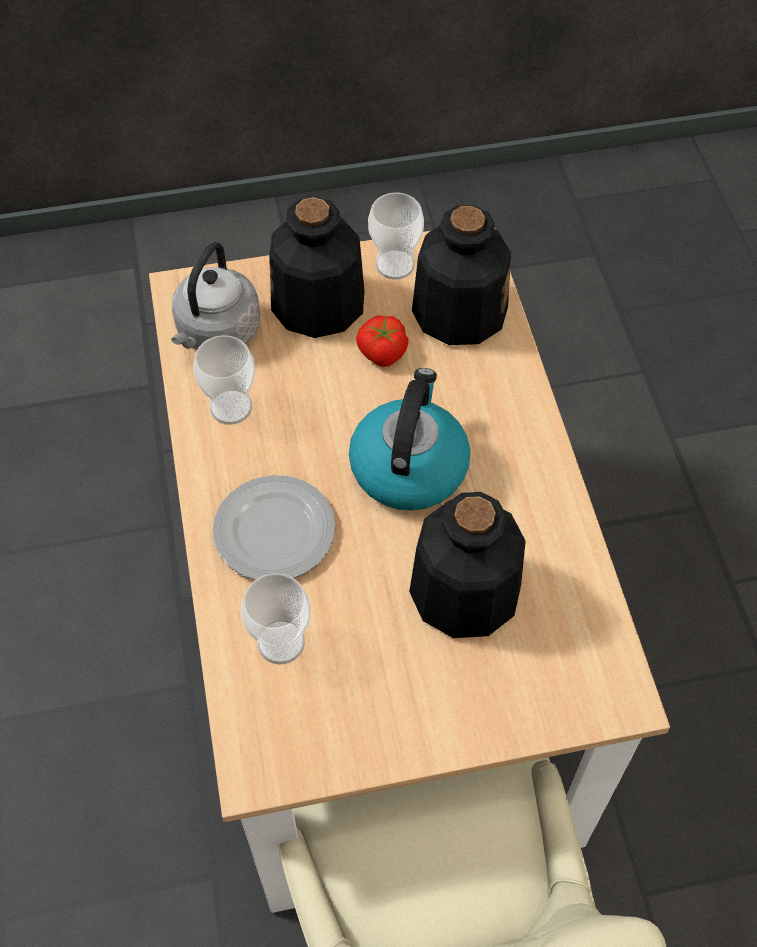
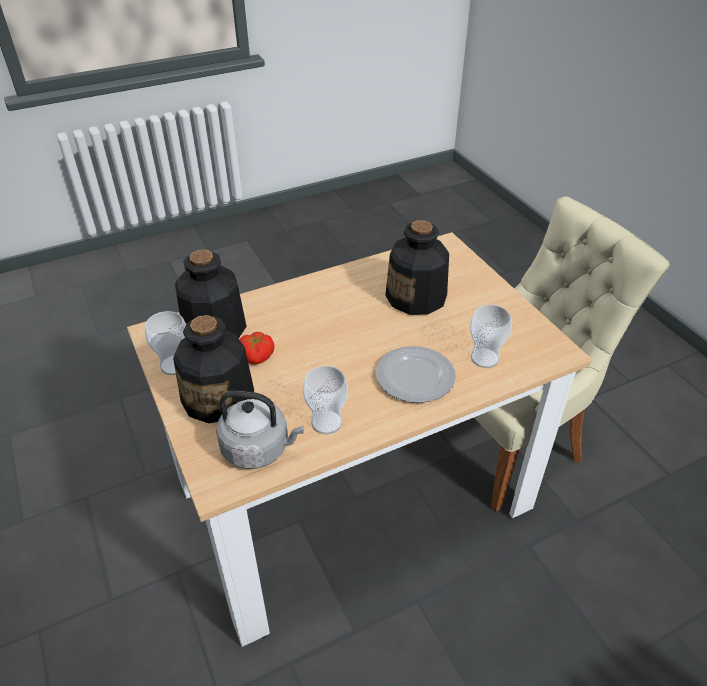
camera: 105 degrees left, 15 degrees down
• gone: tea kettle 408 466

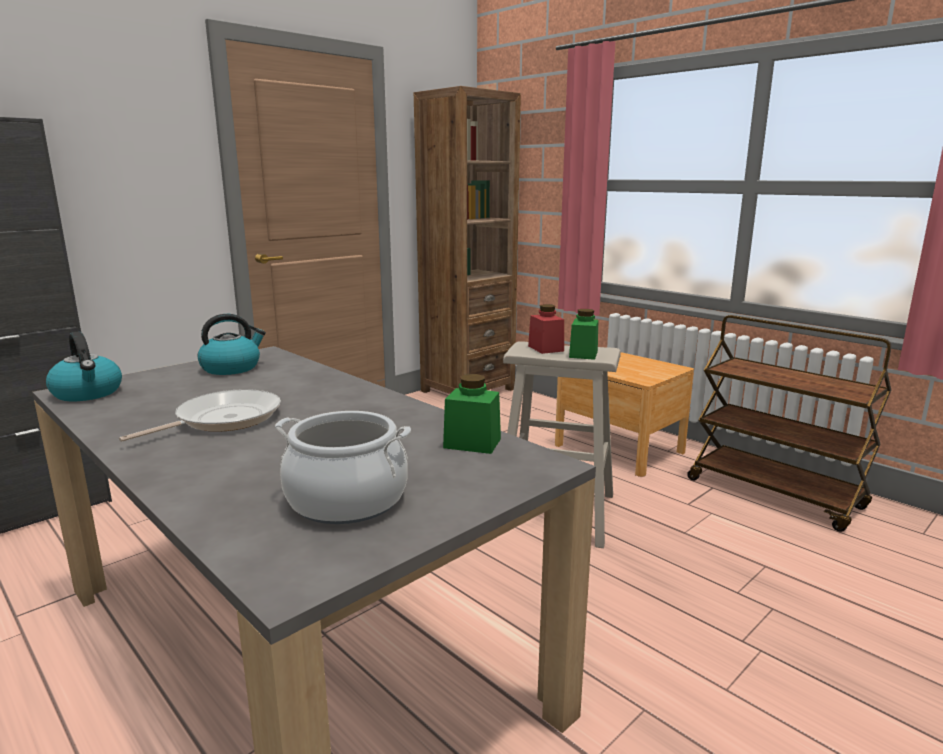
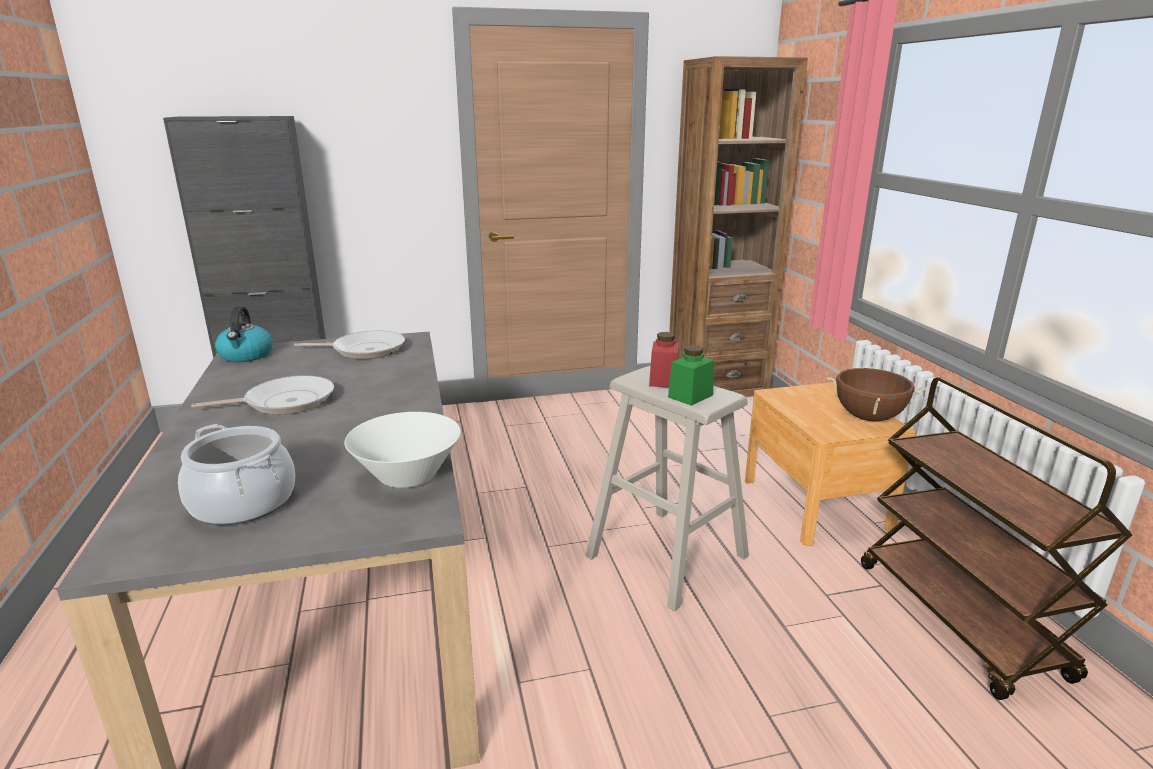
camera: 30 degrees right, 5 degrees up
• swapped: tea kettle 232 368 to skillet 364 350
• swapped: preserve jar (greenish) 472 443 to deep dish (whitish) 408 476
• new: saucepot (brownish) 868 418

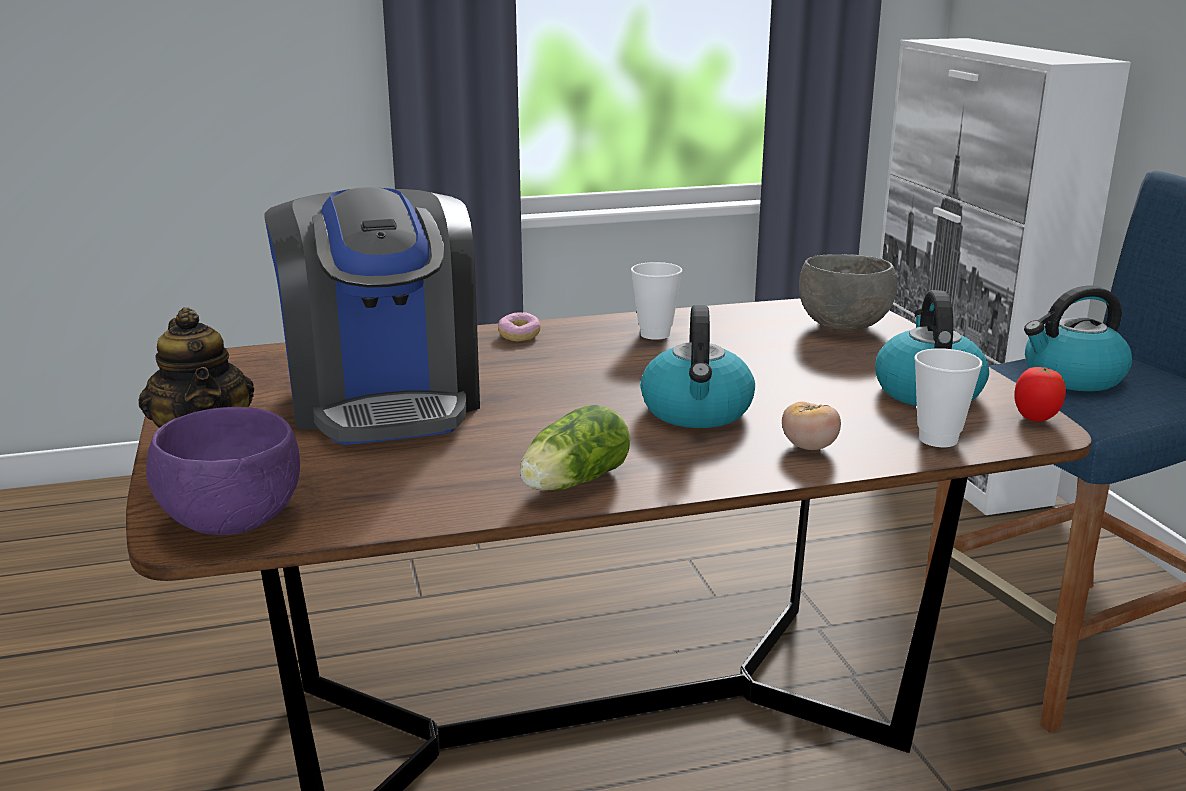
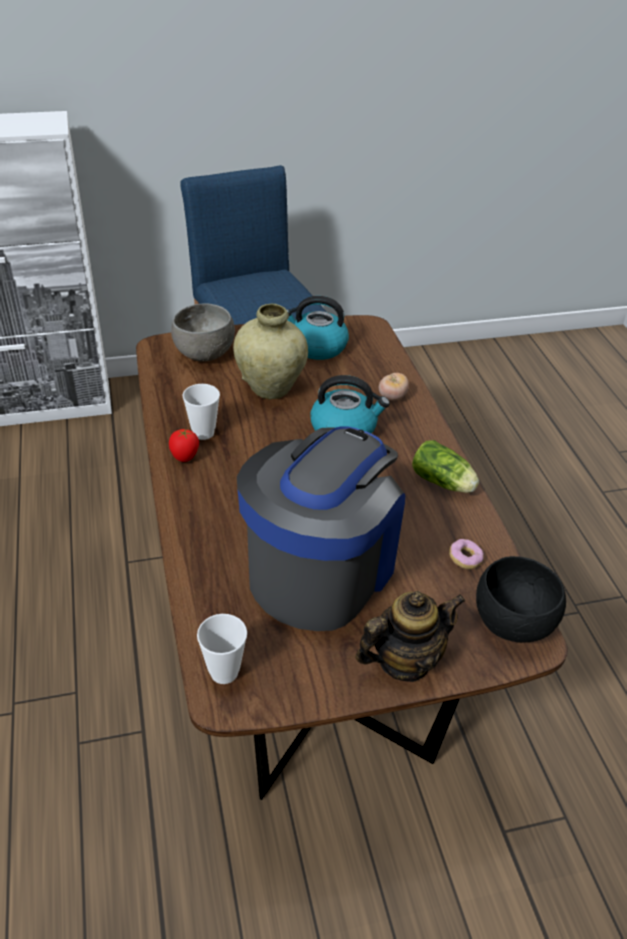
camera: 90 degrees left, 20 degrees up
• shifted: whole tomato 1035 419 to 184 458
• shifted: cup 938 439 to 224 672
• new: decorative vase (sand-coloured) 270 388
• rotated: coffee maker 384 400 = 321 569 45 degrees counterclockwise
• shifted: doughnut 519 336 to 465 559
• repainted: deep dish (purple) 231 523 to deep dish (black-coloured) 513 624
• gone: tea kettle 1072 377

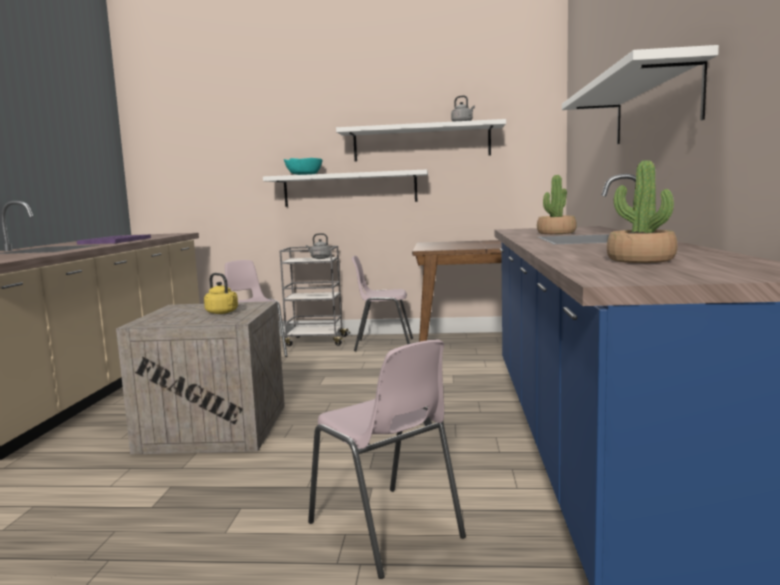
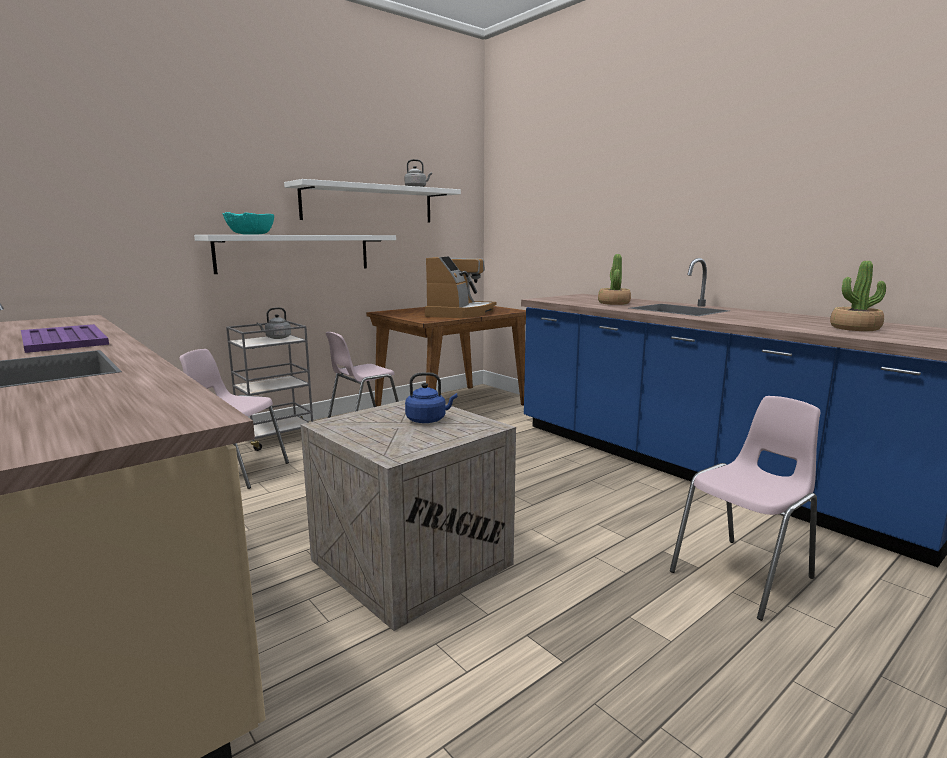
camera: 45 degrees left, 5 degrees up
• repainted: tea kettle (yellow) 223 312 to tea kettle (bluish) 428 420
• new: coffee maker 459 313
• rotated: upright chair (pinkish) 386 531 = 744 575 45 degrees counterclockwise
• gone: bracket shelf (whitish) 654 106

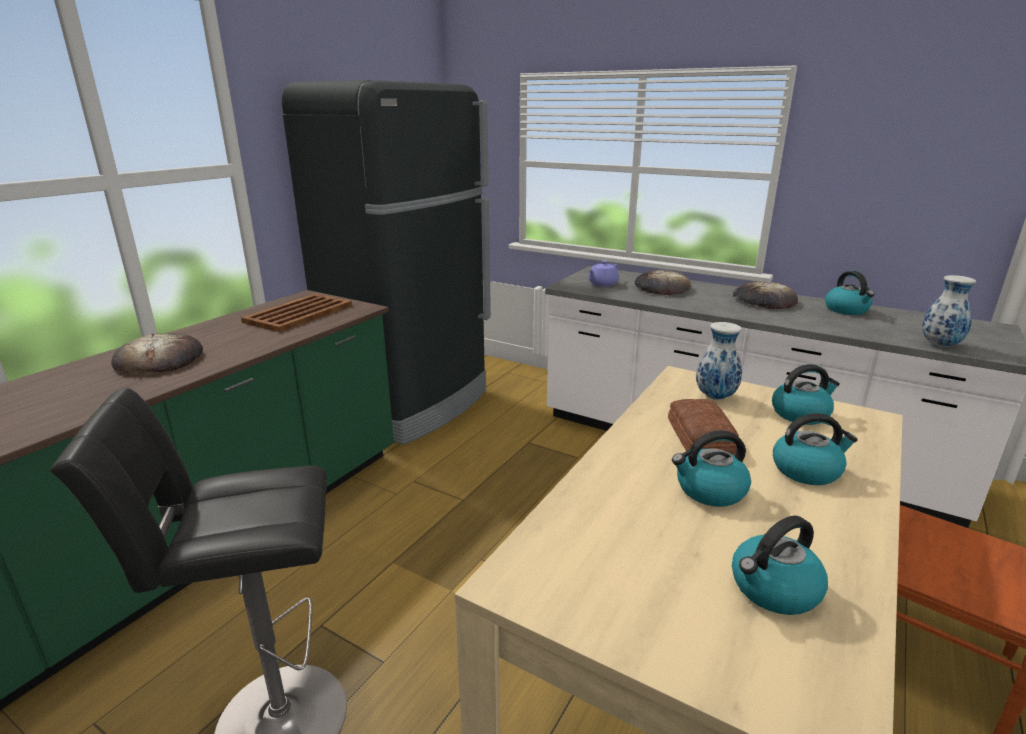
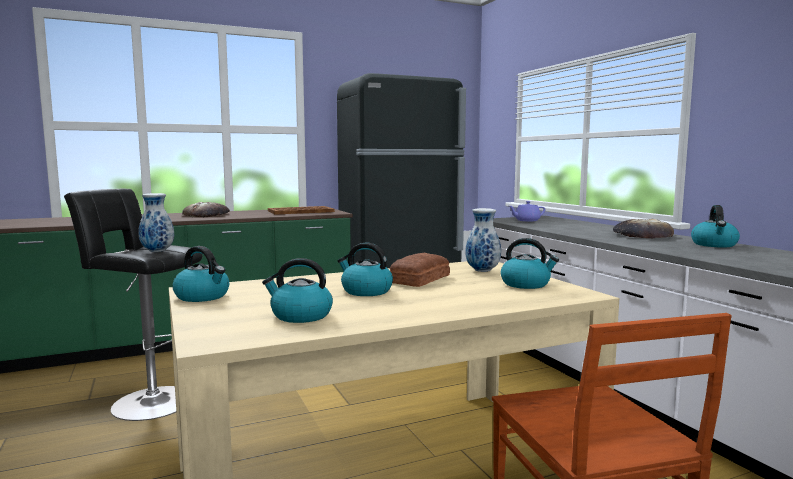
camera: 35 degrees right, 15 degrees down
• shifted: decorative vase 940 345 to 157 251
• shifted: tea kettle 807 470 to 203 296
• gone: baked bread 662 288

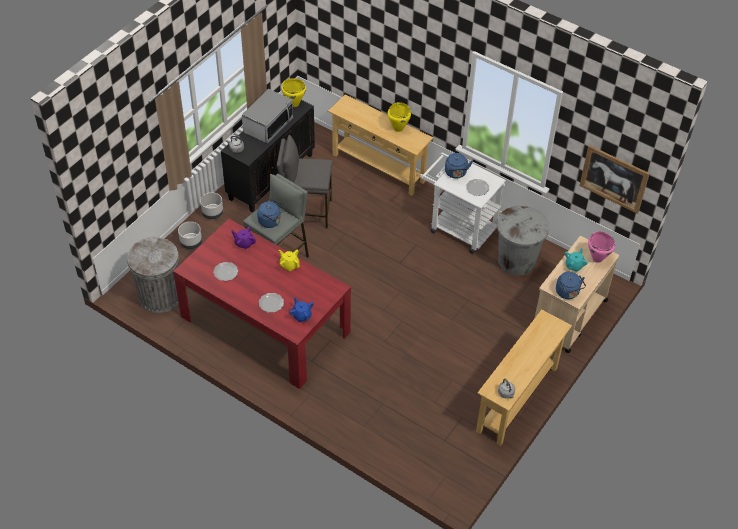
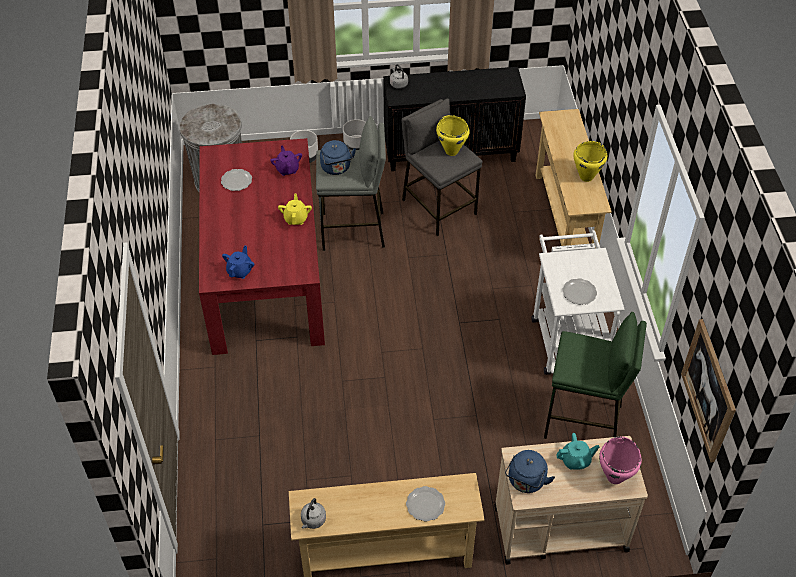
camera: 50 degrees right, 0 degrees up
• shifted: plate 271 303 to 425 504
• shifted: saucepot (yellow) 294 103 to 451 151
• swapped: waste bin (gray) 517 261 to stool (greenish) 583 421
• gone: microwave oven 268 126
• gone: tea kettle (bluish) 456 173

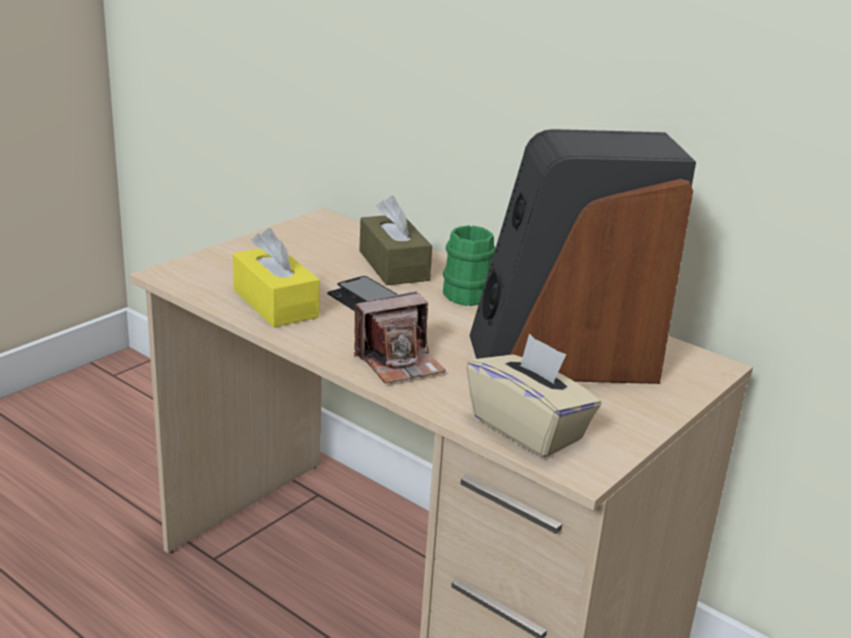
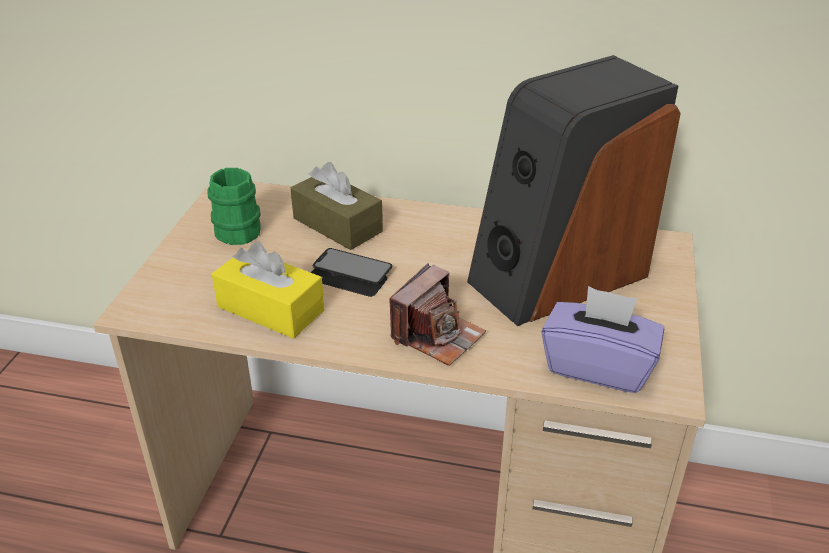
camera: 25 degrees left, 10 degrees up
• shifted: tea mug (greenish) 470 292 to 238 228
• repainted: box of tissues (sand-coloured) 528 429 to box of tissues (purple) 598 366

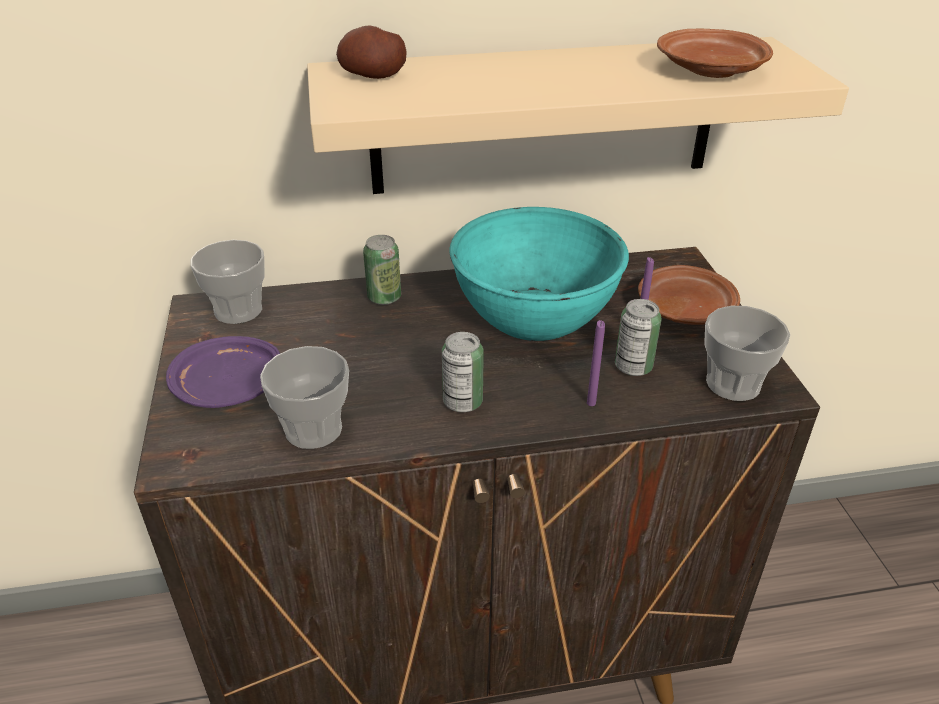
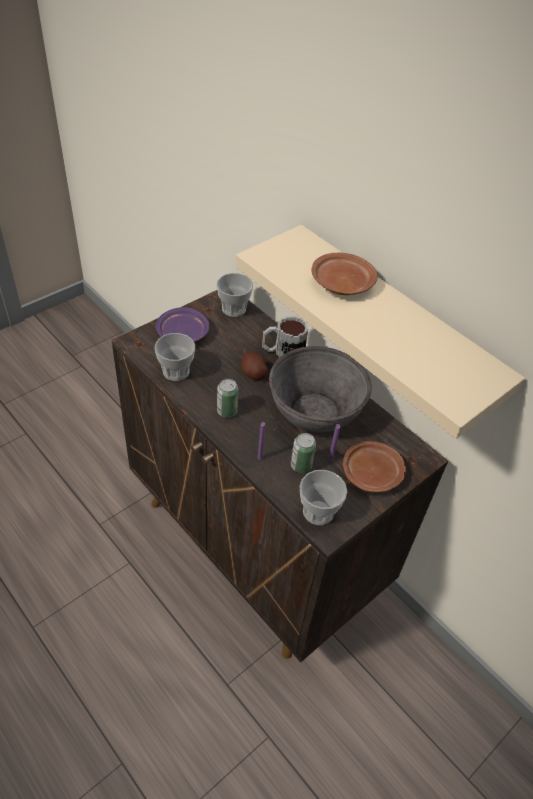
camera: 55 degrees right, 10 degrees up
• shifted: potato 373 76 to 253 373
• swapped: metal can 384 297 to tea mug 282 351
• repainted: deep dish (turquoise) 534 315 to deep dish (gray) 314 412
• shifted: plate (brownish) 709 70 to 341 283

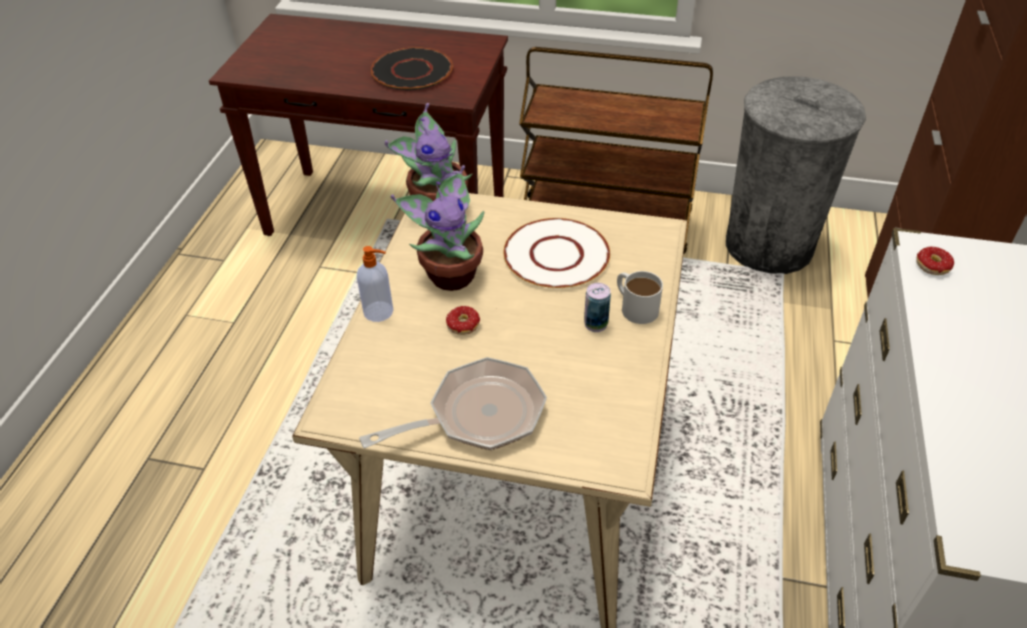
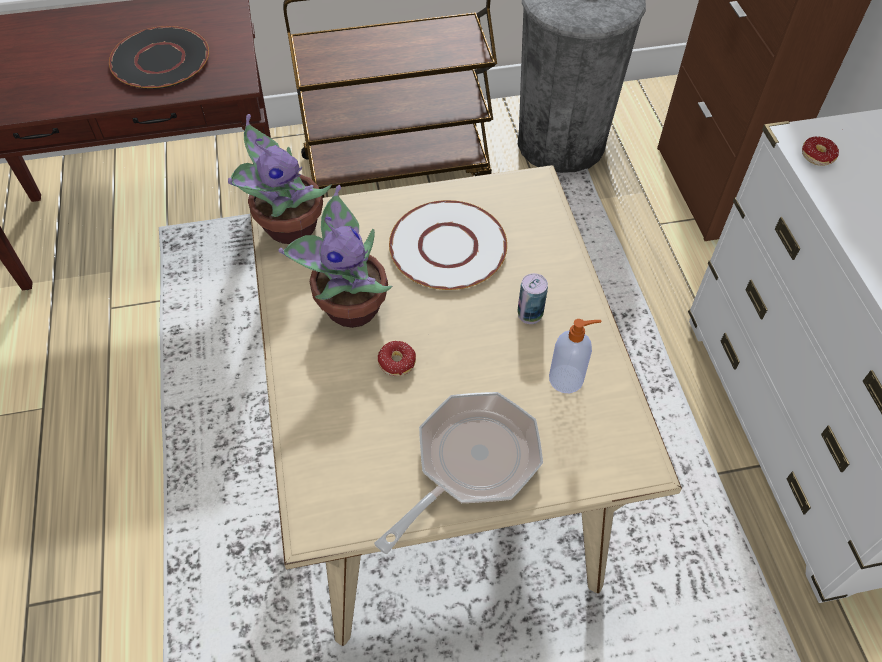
camera: 25 degrees left, 10 degrees up
• shifted: soap bottle 379 312 to 567 379
• gone: tea mug (whitish) 634 306

